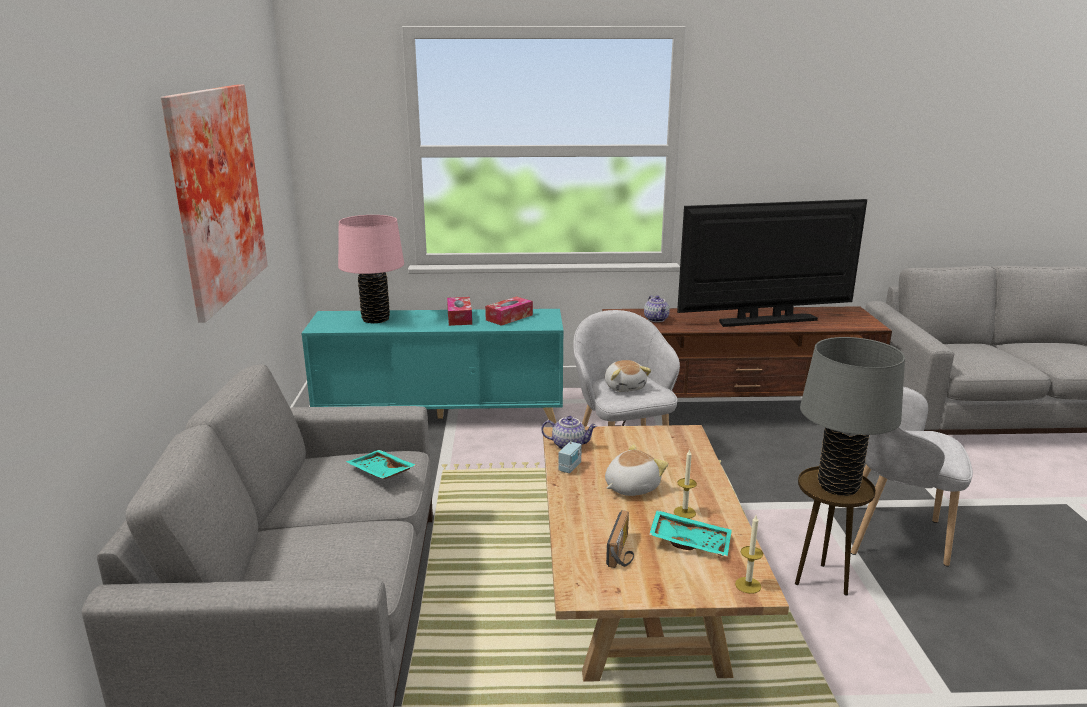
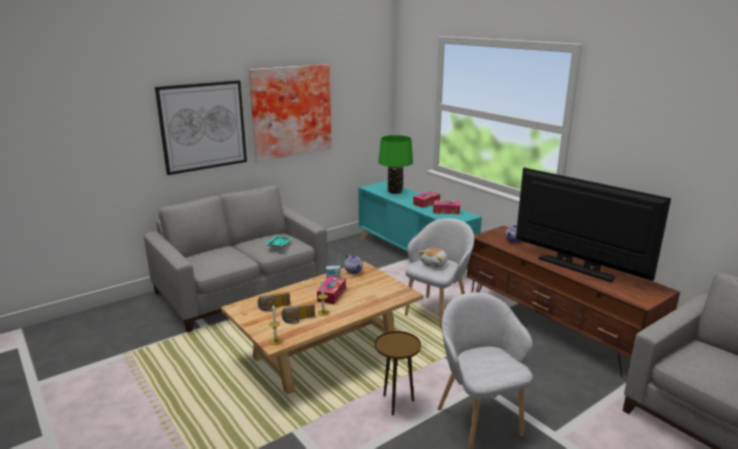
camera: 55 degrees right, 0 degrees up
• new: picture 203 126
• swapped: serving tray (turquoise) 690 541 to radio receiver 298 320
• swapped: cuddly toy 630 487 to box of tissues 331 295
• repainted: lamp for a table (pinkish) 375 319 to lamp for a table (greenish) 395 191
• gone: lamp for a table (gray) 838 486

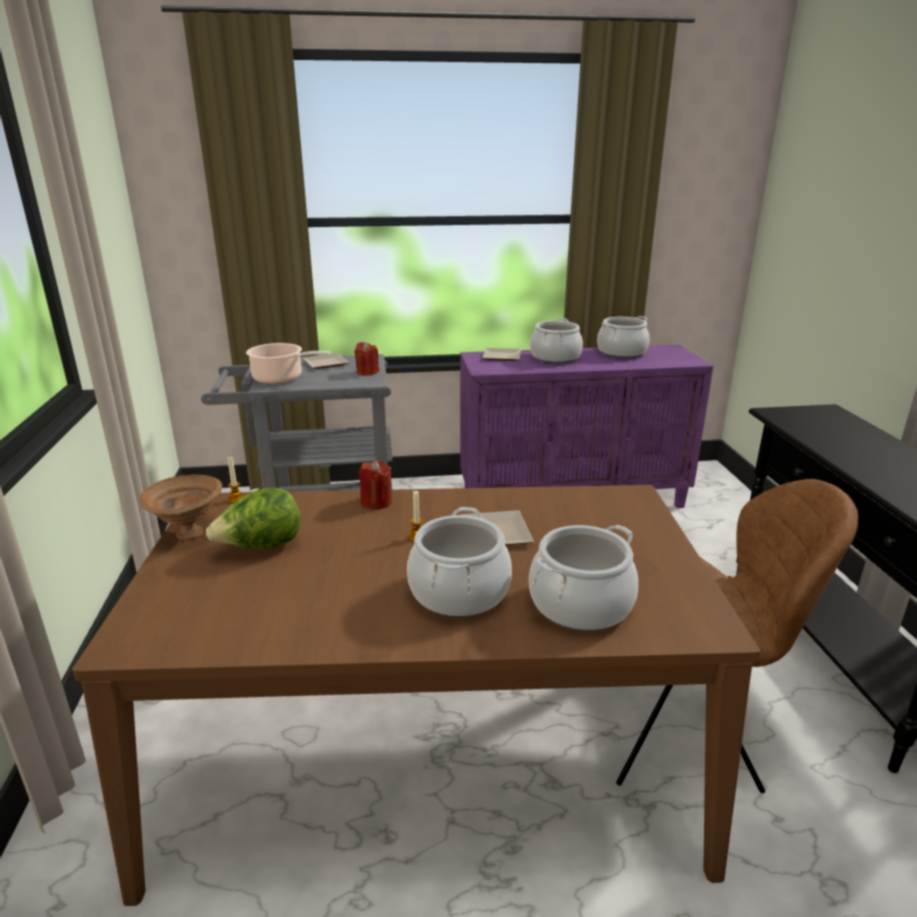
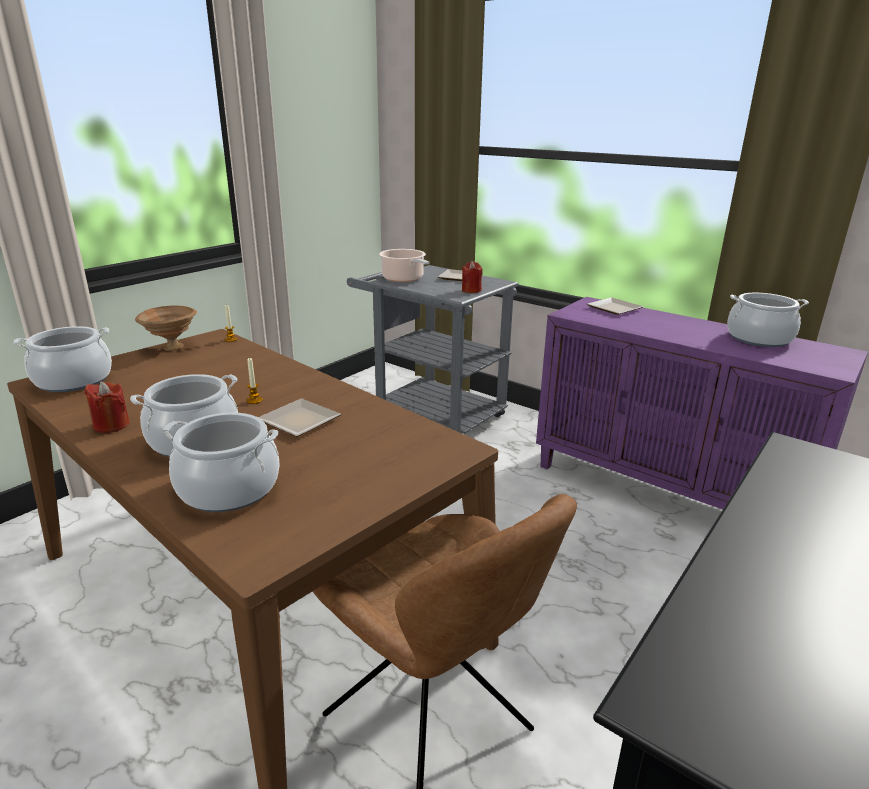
camera: 45 degrees right, 0 degrees up
• shifted: saucepot 555 358 to 74 380
• shifted: candle (red-coloured) 376 502 to 111 425
• gone: head of lettuce 261 547

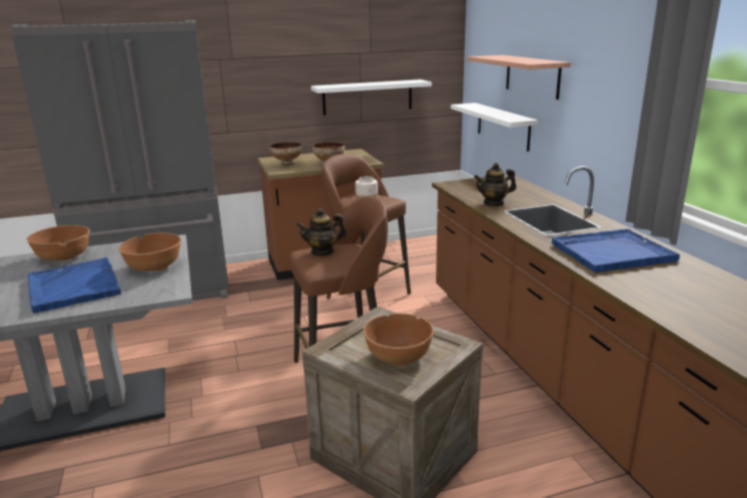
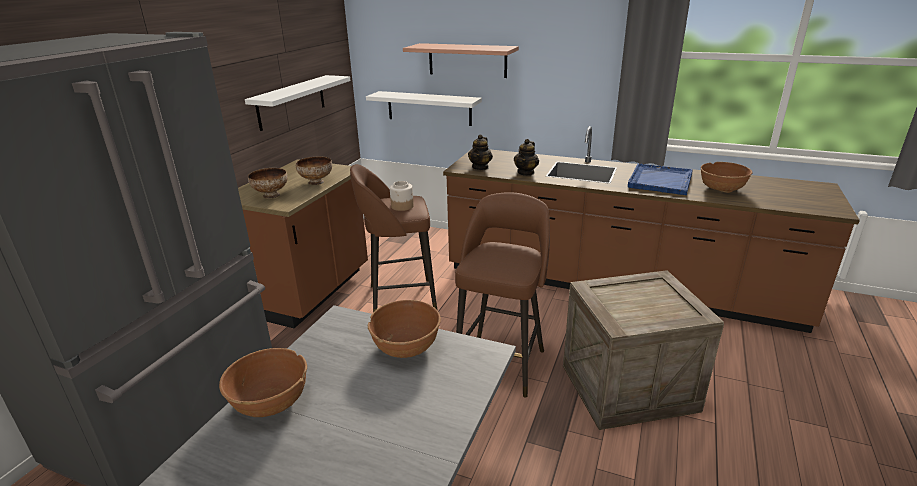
camera: 50 degrees left, 5 degrees up
• shifted: tea pot 322 251 to 480 167
• shifted: deep dish (brownish) 398 357 to 721 189
• gone: serving tray (bluish) 73 286

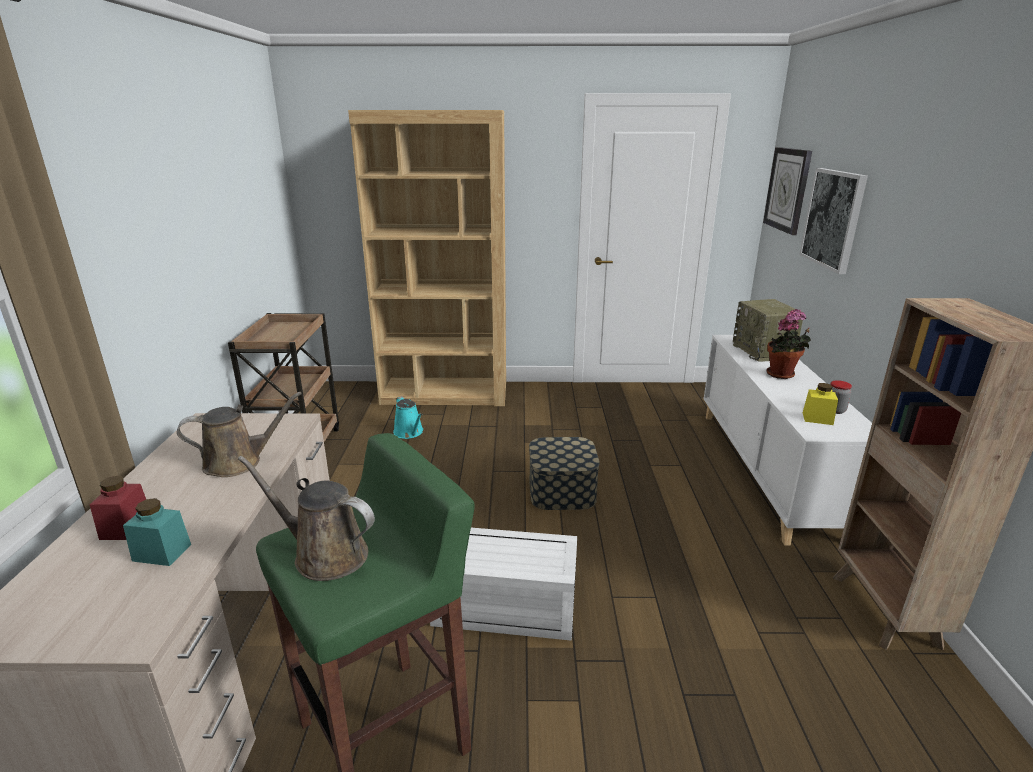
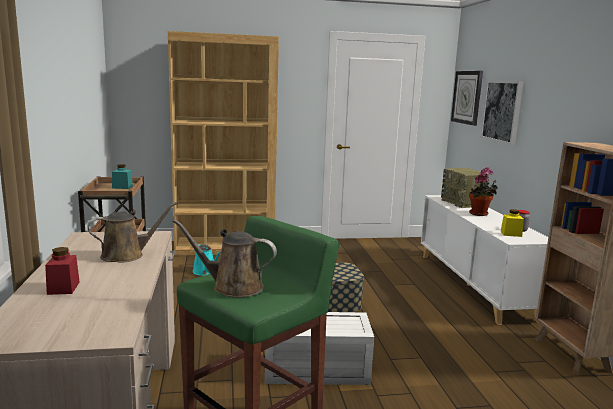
camera: 10 degrees left, 10 degrees down
• shifted: preserve jar (turquoise) 162 552 to 122 187

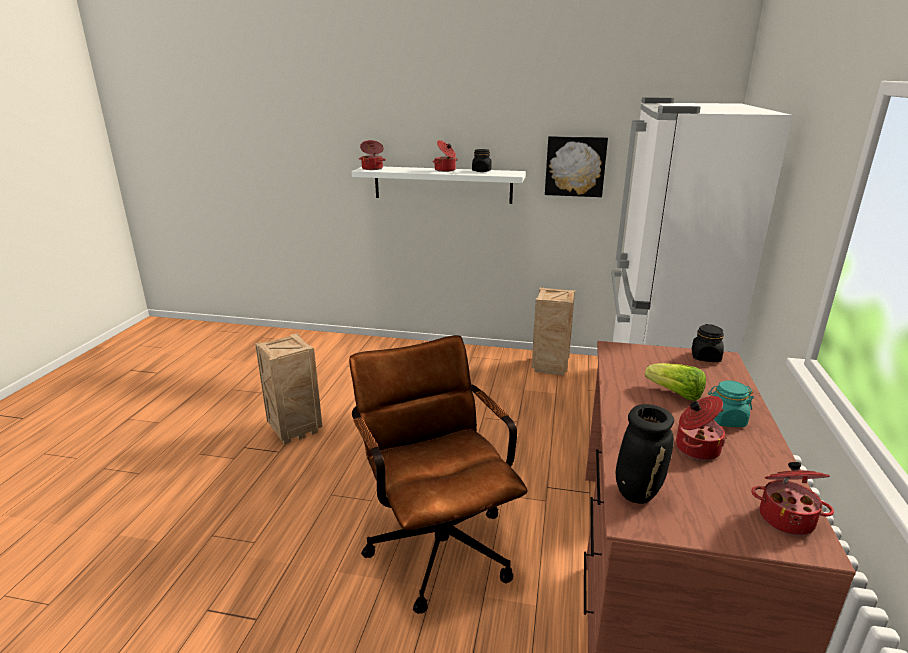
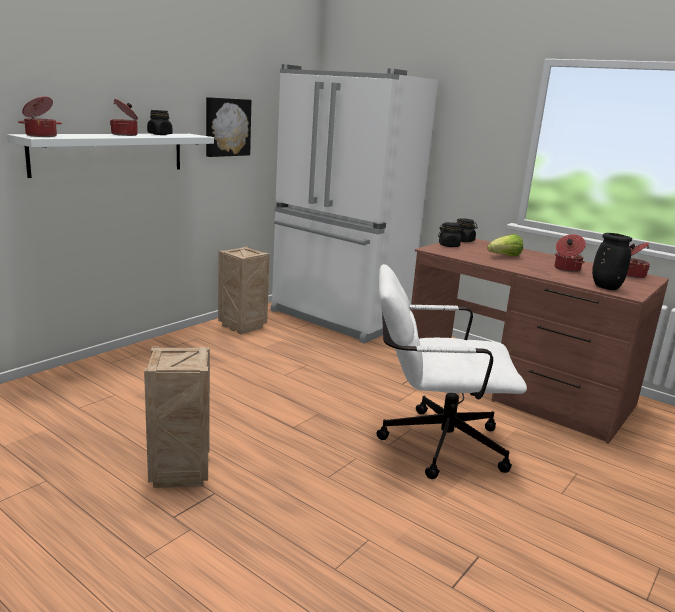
camera: 65 degrees left, 5 degrees down
• repainted: computer chair (brownish) 436 540 to computer chair (whitish) 431 443
• new: preserve jar (black-coloured) 449 245
• gone: preserve jar (turquoise) 725 420

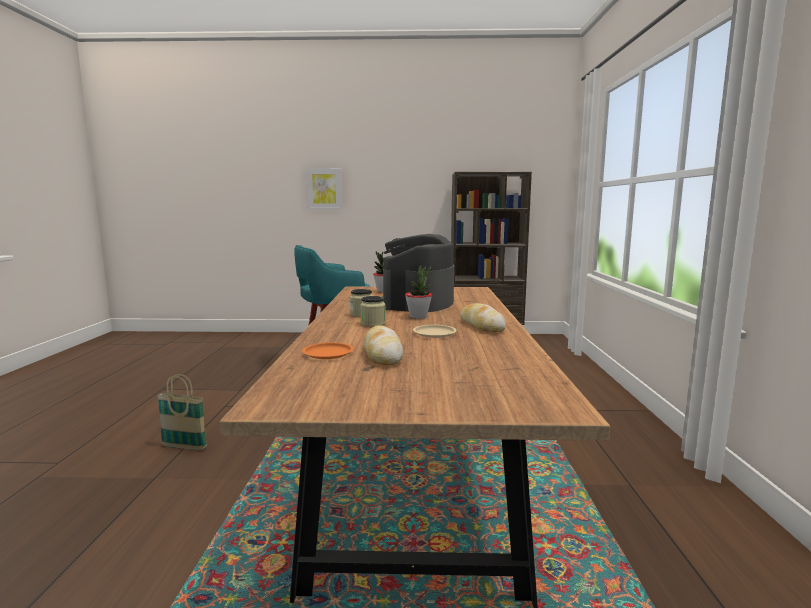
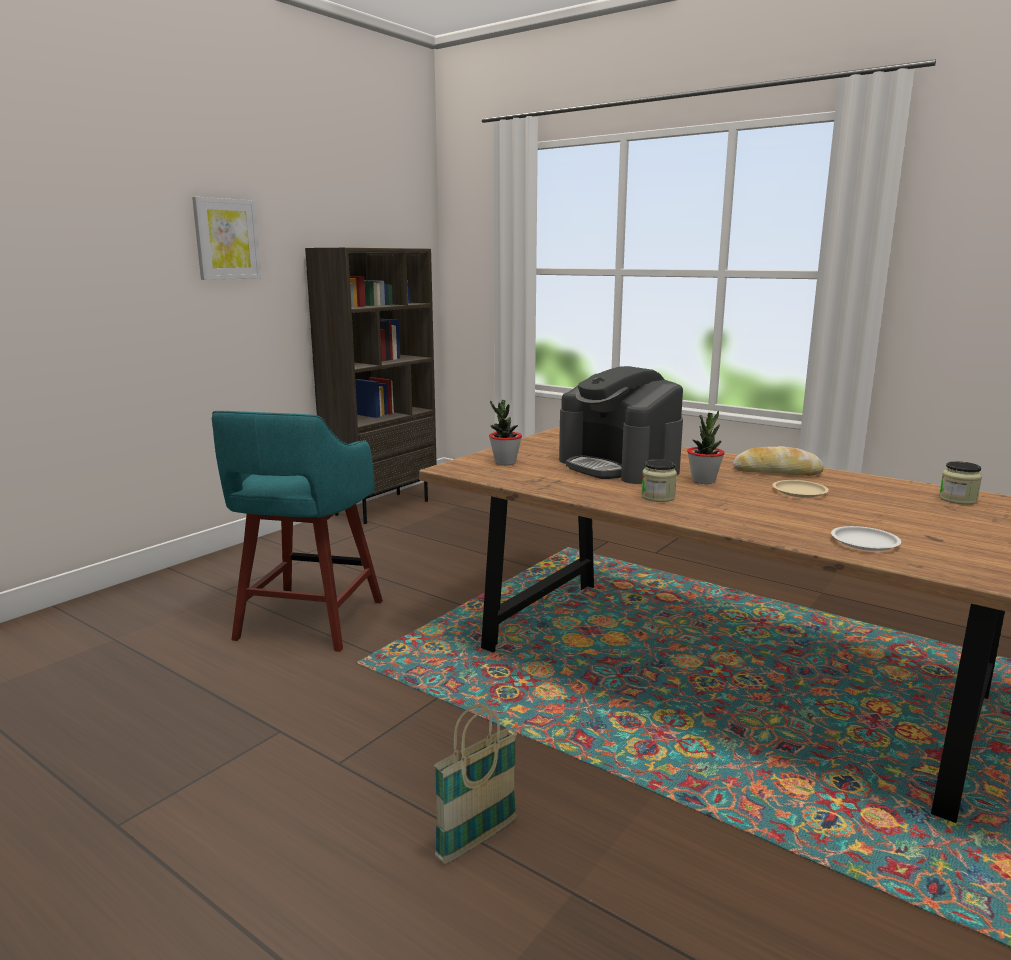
camera: 55 degrees left, 5 degrees up
• shifted: picture 324 189 to 226 239
• repainted: plate (orange) 328 354 to plate (whitish) 864 542
• shifted: preserve jar 373 324 to 957 499
• gone: baked bread 382 354

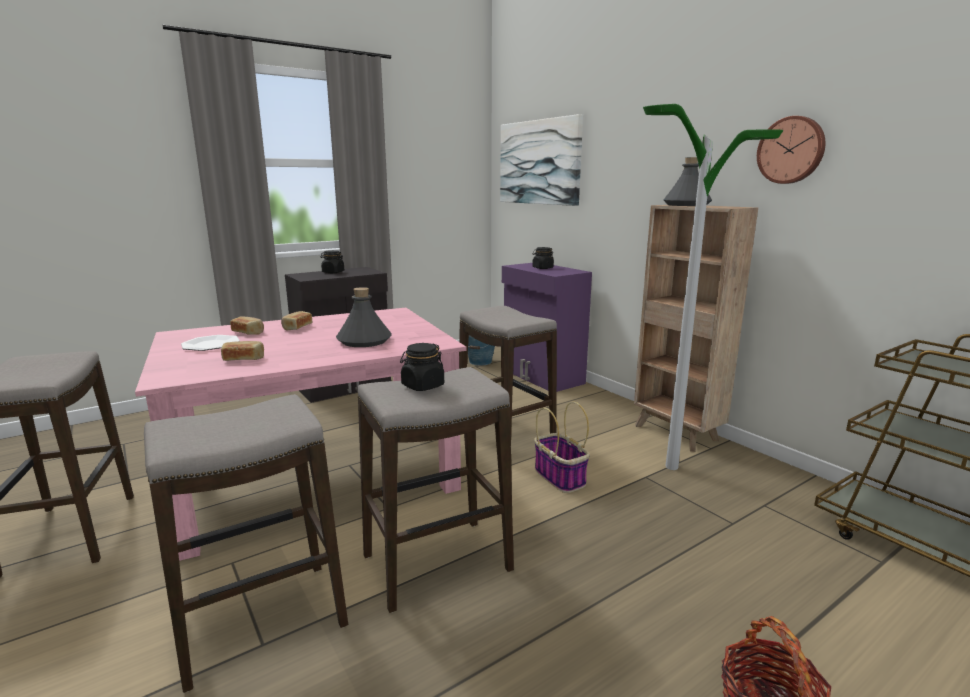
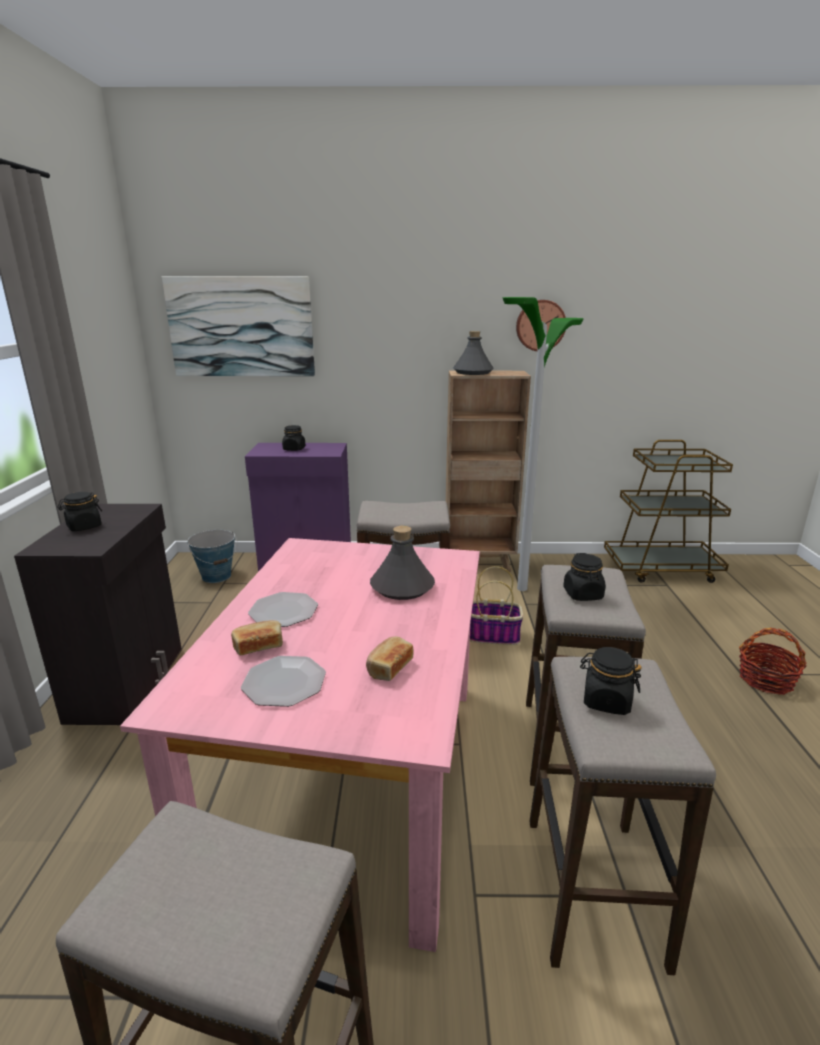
camera: 55 degrees left, 5 degrees up
• swapped: baked bread 296 327 to plate 283 611
• new: preserve jar (black-coloured) 606 701

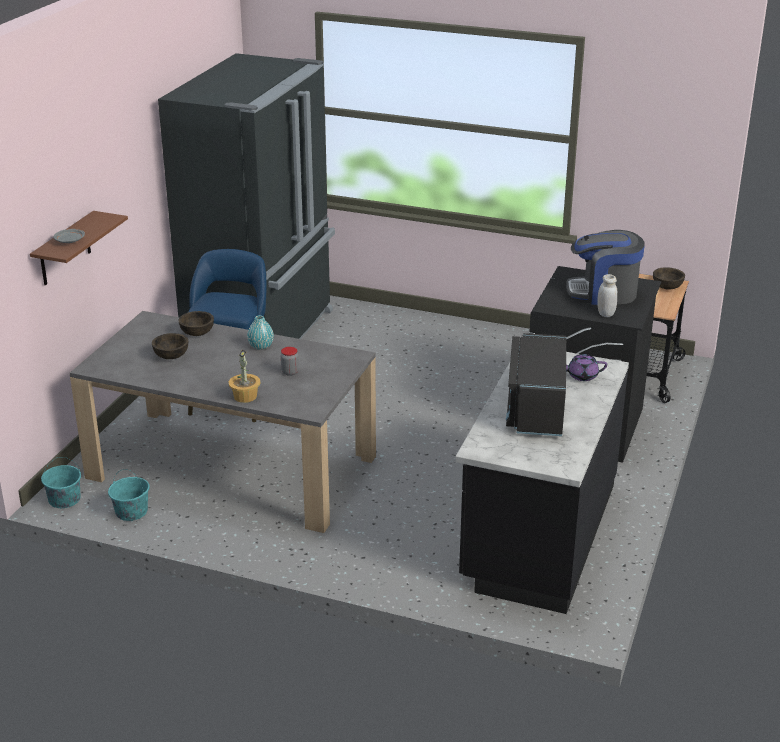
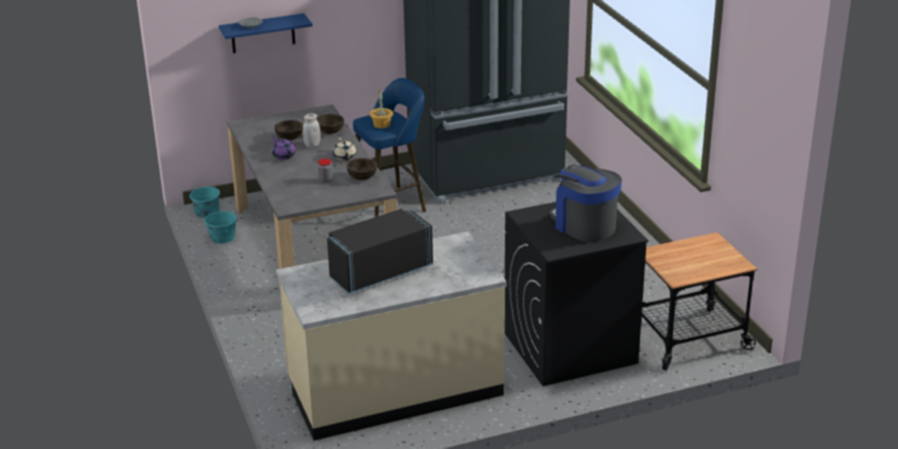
camera: 50 degrees right, 0 degrees up
• repainted: bracket shelf (brownish) 65 249 to bracket shelf (bluish) 263 33
• shifted: tea pot (purple) 581 376 to 284 155
• repainted: counter (black-coloured) 538 533 to counter (sand-coloured) 394 389
• shifted: preserve jar (whitish) 605 314 to 312 145
• swapped: decorative vase (turquoise) 261 346 to tea pot (sand-coloured) 345 156
• shifted: deep dish (brownish) 667 287 to 362 177
• shifted: plant in a pot 245 396 to 382 124

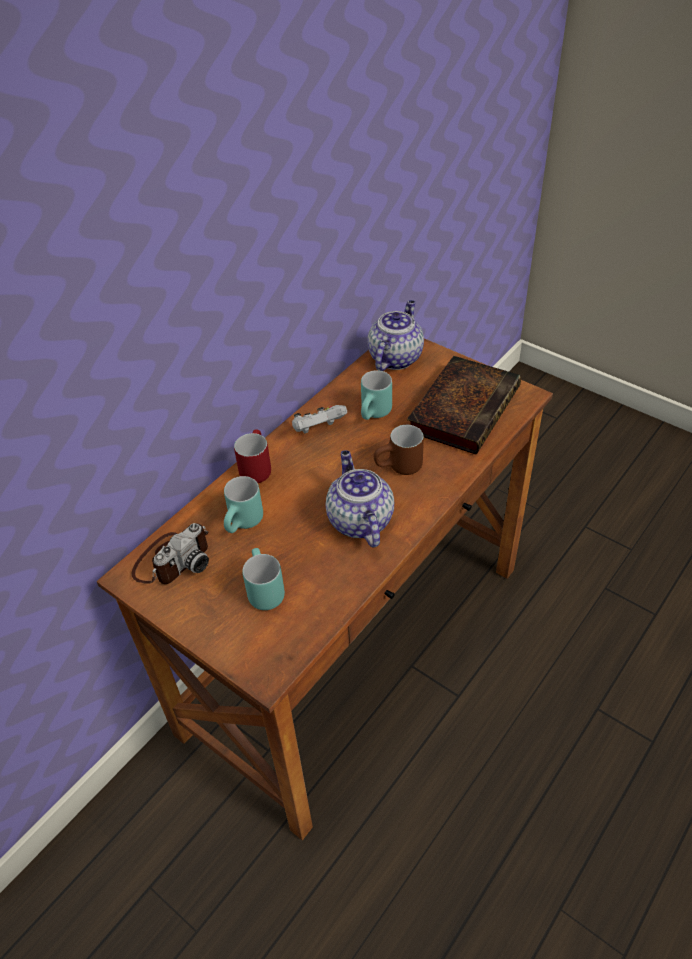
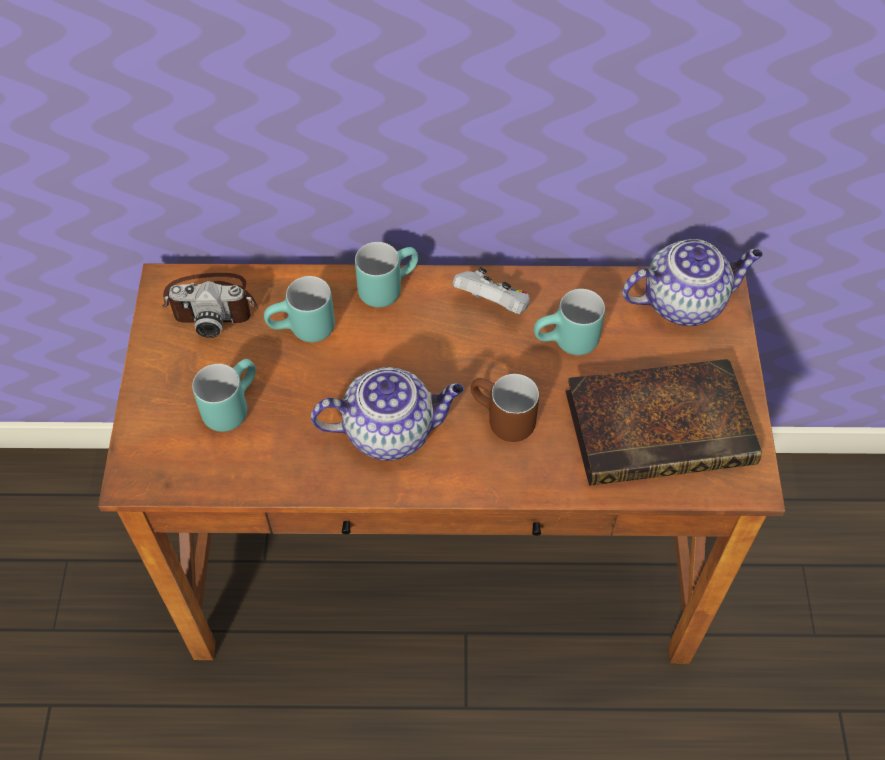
camera: 50 degrees right, 10 degrees up
• rotated: tea pot 359 520 = 391 430 45 degrees clockwise
• repainted: tea mug (red-coloured) 254 468 to tea mug (turquoise) 386 286

